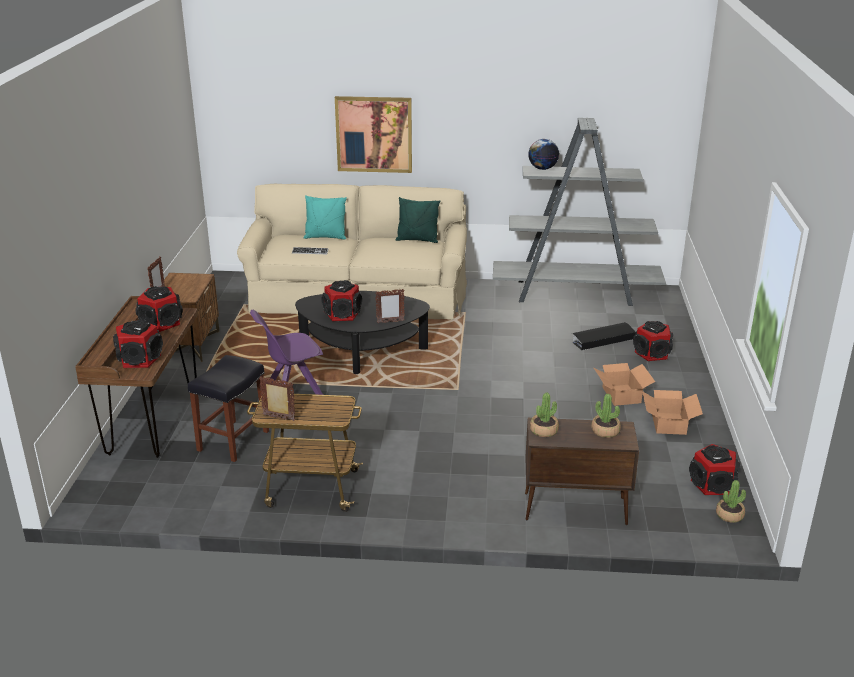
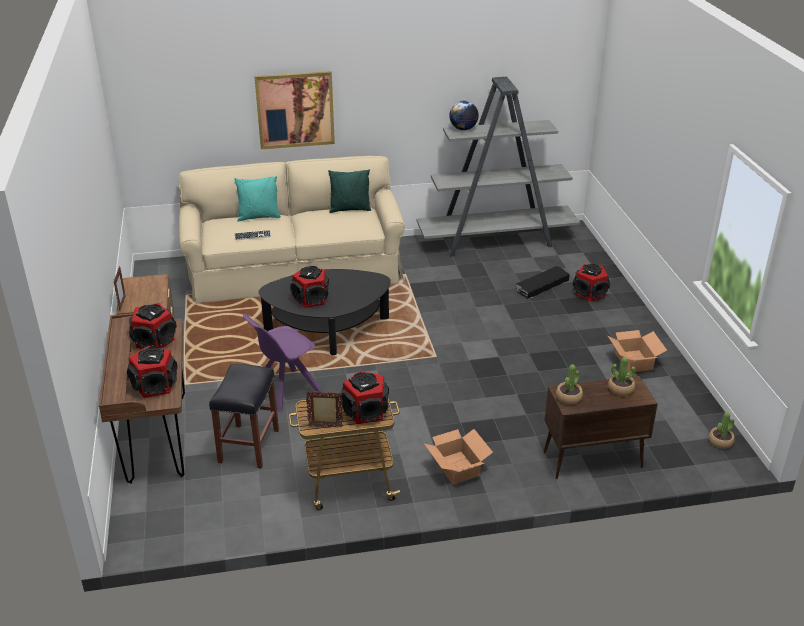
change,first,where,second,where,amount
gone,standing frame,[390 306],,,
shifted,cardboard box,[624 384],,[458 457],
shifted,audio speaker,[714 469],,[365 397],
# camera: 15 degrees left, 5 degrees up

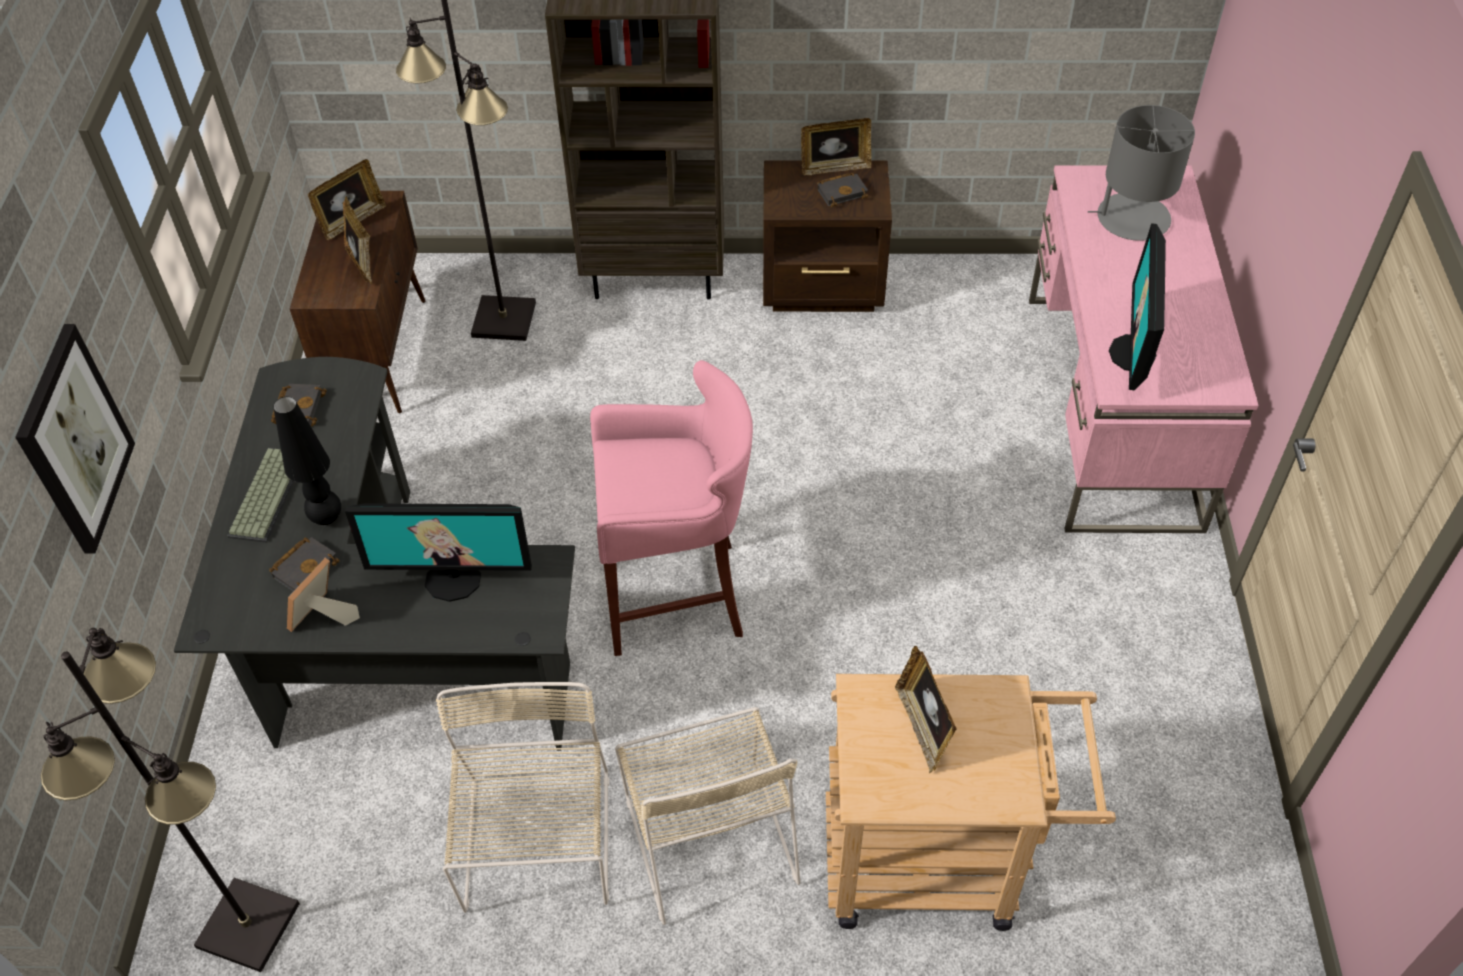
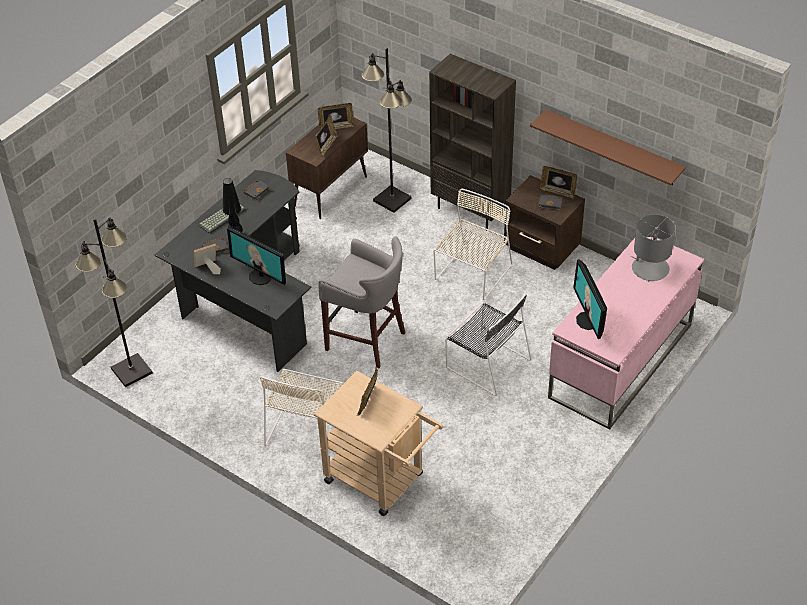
change,first,where,second,where,amount
gone,wall art,[75 439],,,
new,,,plain chair in black,[488 345],
new,,,shelf in brown-coloured,[608 147],
shifted,plain chair in sand-coloured,[522 797],,[472 244],
repainted,stool seat in pink,[671 508],stool seat in gray,[362 303],
rotated,computer display,[1137 307],,[590 299],60 degrees counterclockwise
# camera: 35 degrees right, 5 degrees down

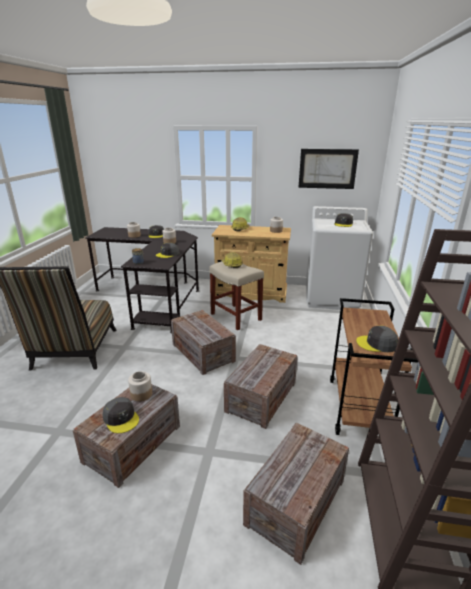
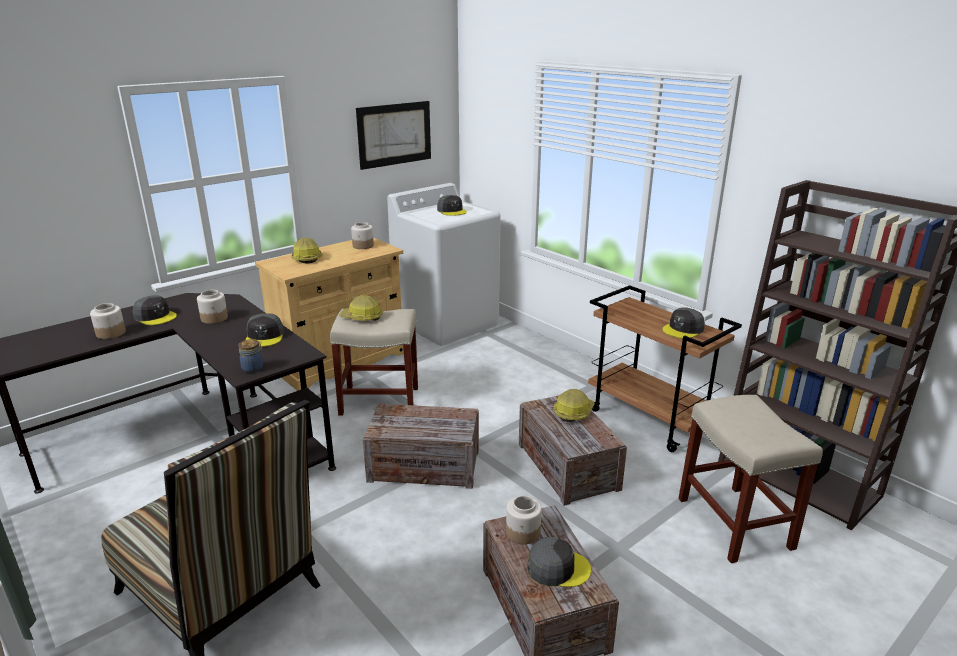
change,first,where,second,where,amount
new,,,hard hat,[574 405],
swapped,shipping crate,[296 493],stool seat in sand-coloured,[750 479],
# camera: 50 degrees left, 0 degrees up

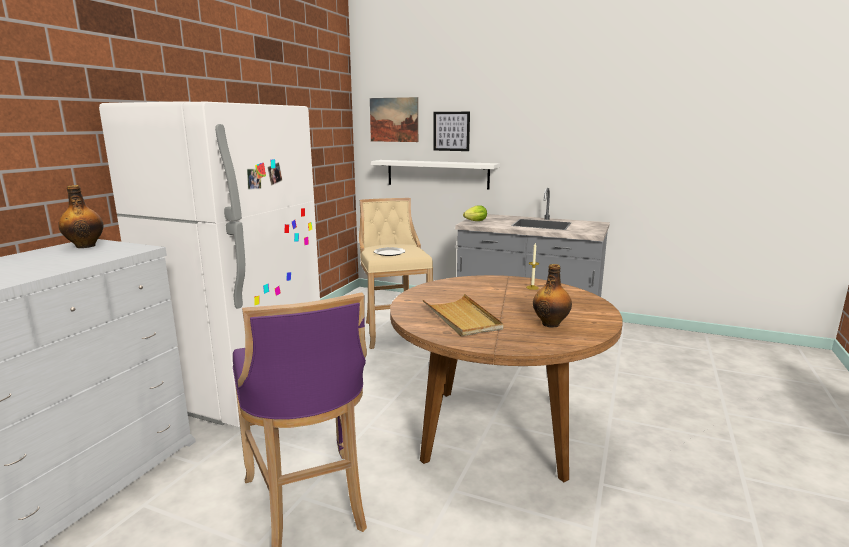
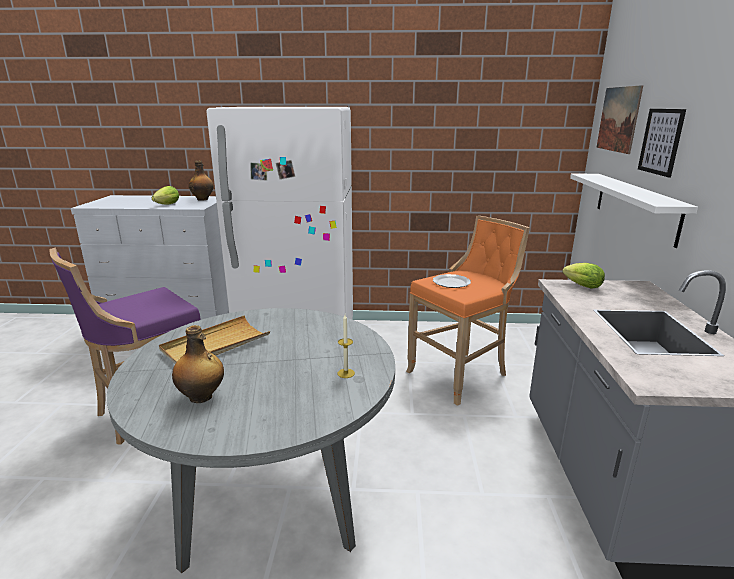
change,first,where,second,where,amount
new,,,head of lettuce,[165 195],
repainted,stool seat in sand-coloured,[396 273],stool seat in orange,[468 311],
repainted,kitchen table in brown-coloured,[506 378],kitchen table in gray,[251 441],
# camera: 70 degrees right, 5 degrees up

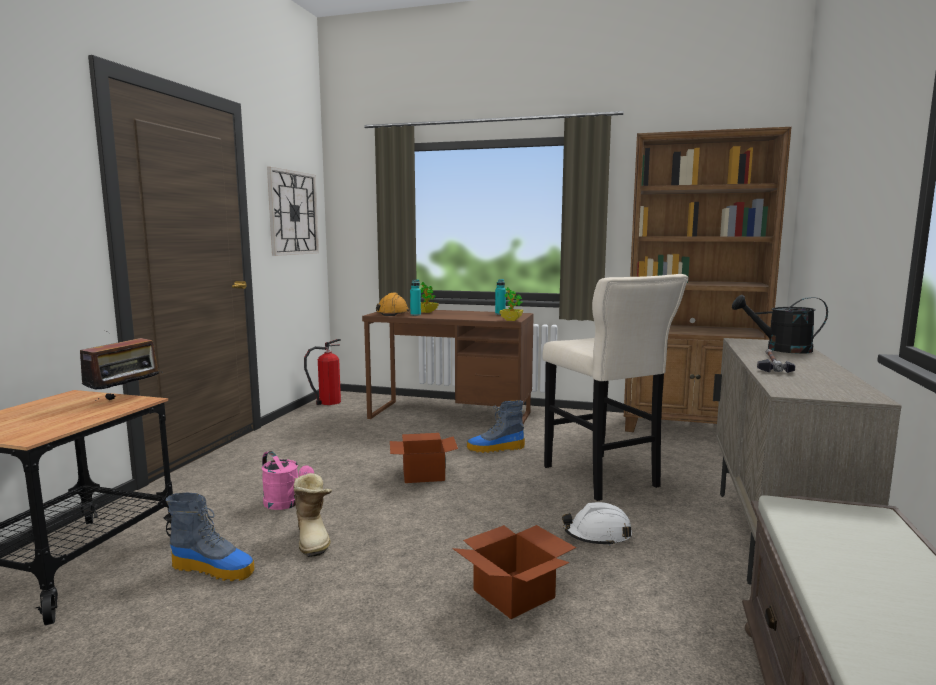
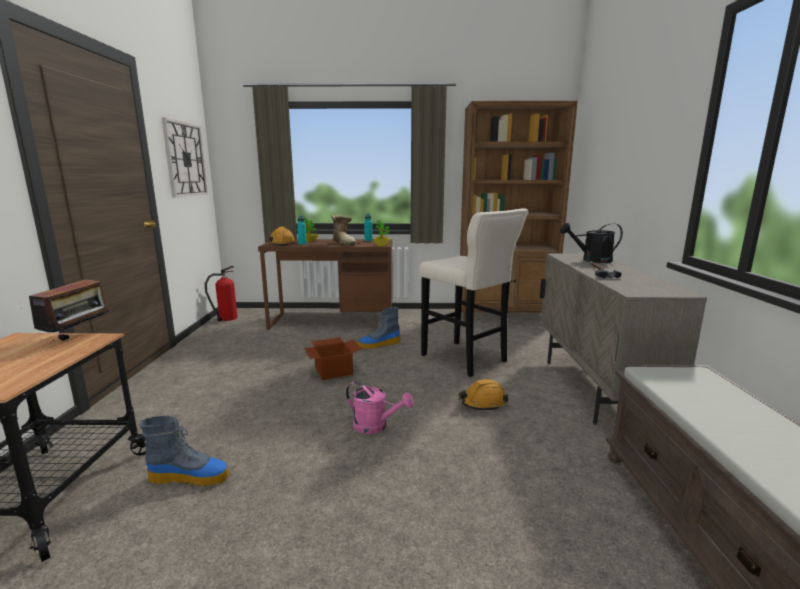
change,first,where,second,where,amount
gone,cardboard box,[514 572],,,
shifted,watering pot in pink,[287 480],,[380 407],
shifted,boot,[313 515],,[343 230],
repainted,hard hat in whitish,[597 524],hard hat in orange,[483 395],
# camera: 15 degrees left, 5 degrees up

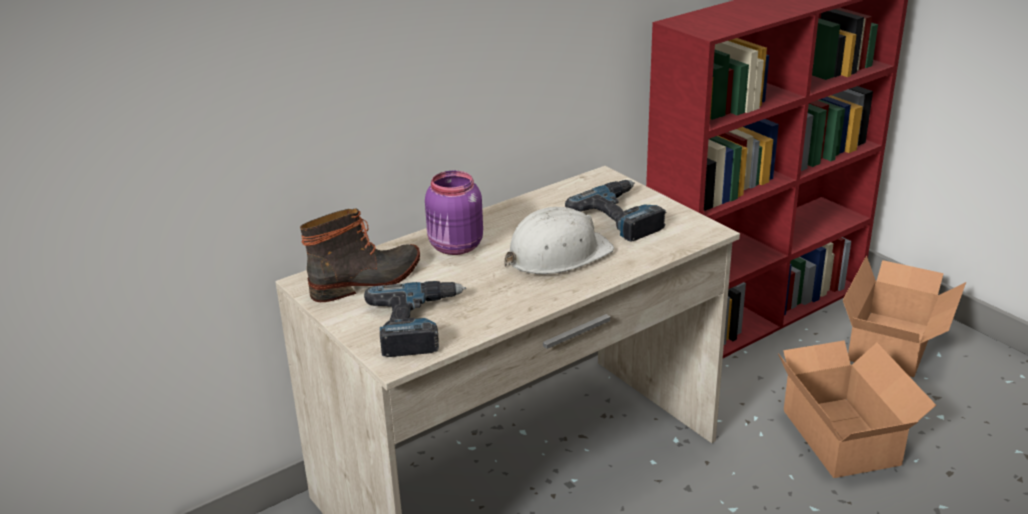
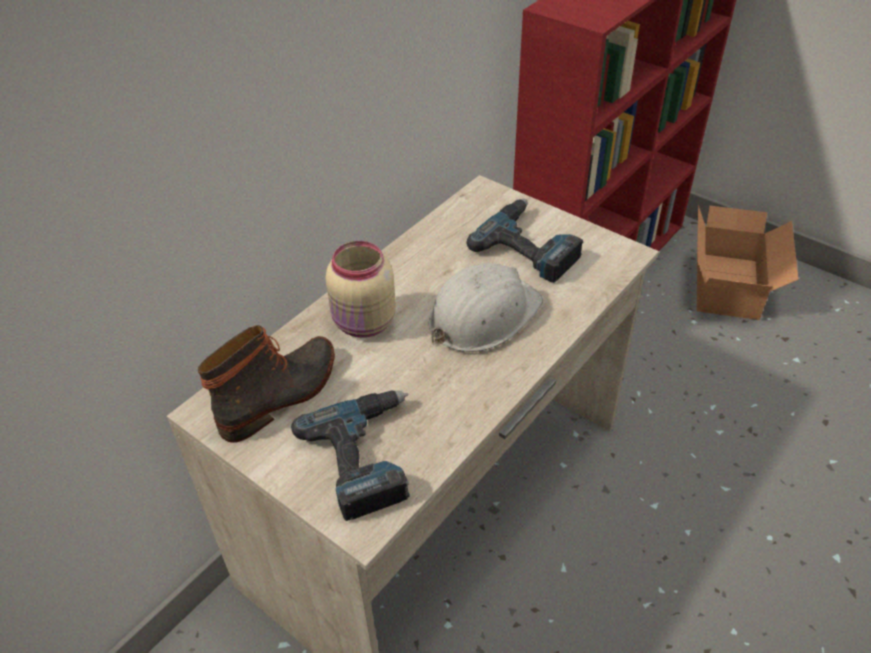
change,first,where,second,where,amount
gone,cardboard box,[857 409],,,
repainted,storage jar in purple,[454 213],storage jar in sand-coloured,[360 289],
# camera: 15 degrees left, 15 degrees up

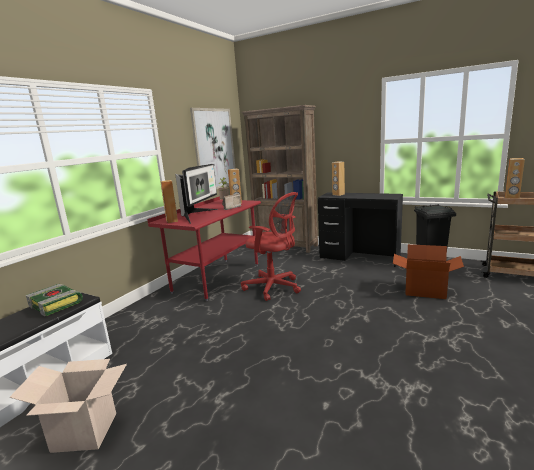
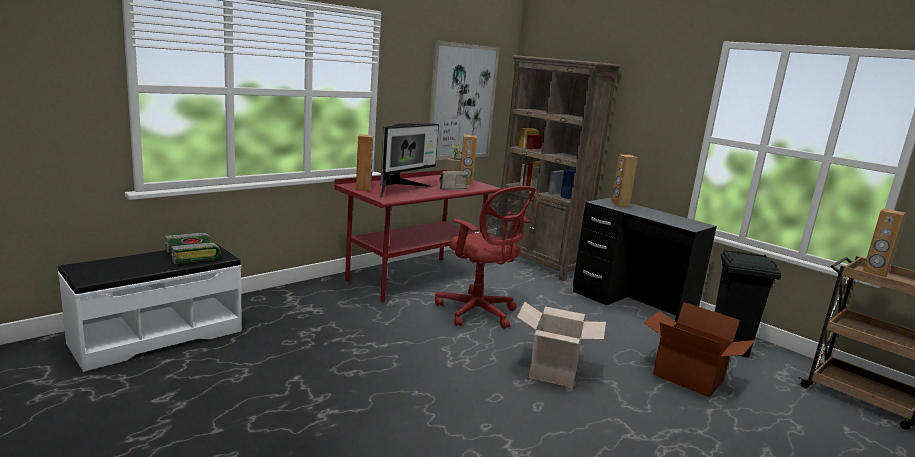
change,first,where,second,where,amount
shifted,cardboard box,[68 406],,[561 345],
# camera: 15 degrees right, 0 degrees up

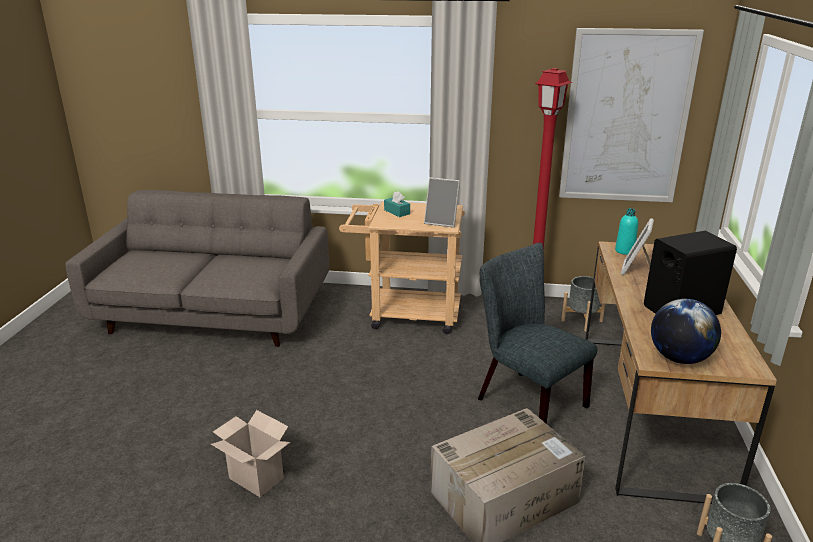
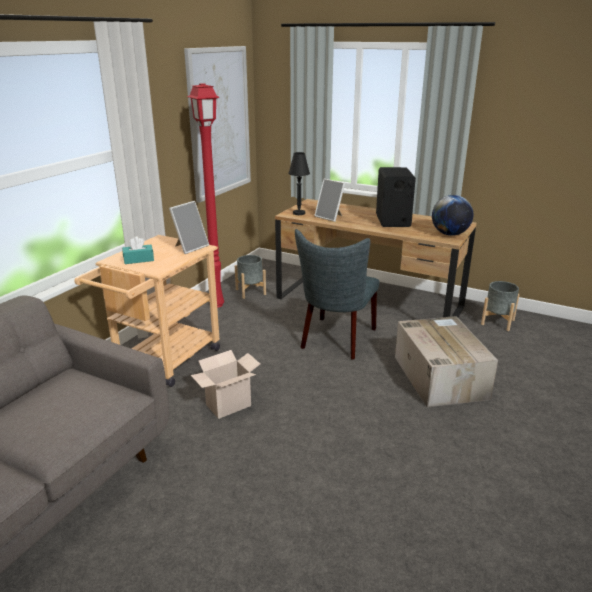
change,first,where,second,where,amount
shifted,cardboard box,[250 453],,[225 384],
swapped,beverage bottle in turquoise,[626 231],tabletop lamp in black,[299 183],
rotated,plain chair in gray,[537 333],,[337 294],45 degrees counterclockwise
# camera: 70 degrees left, 0 degrees up

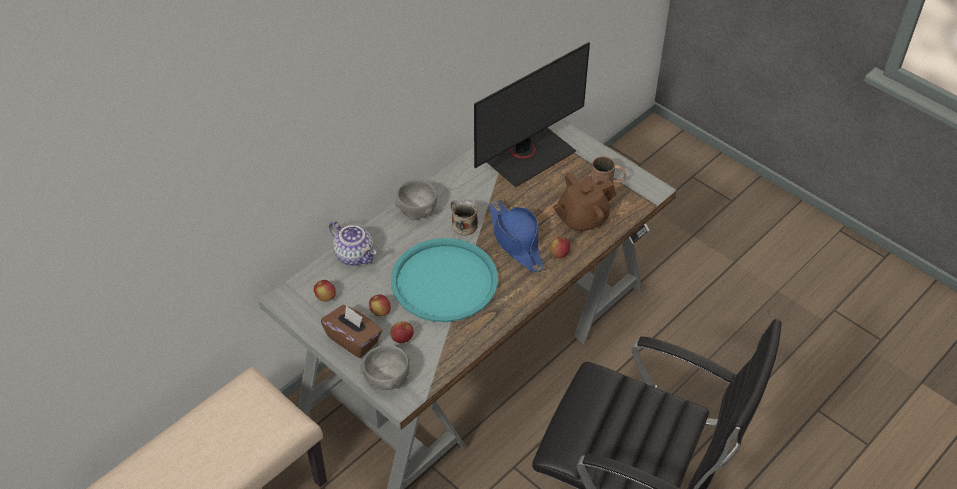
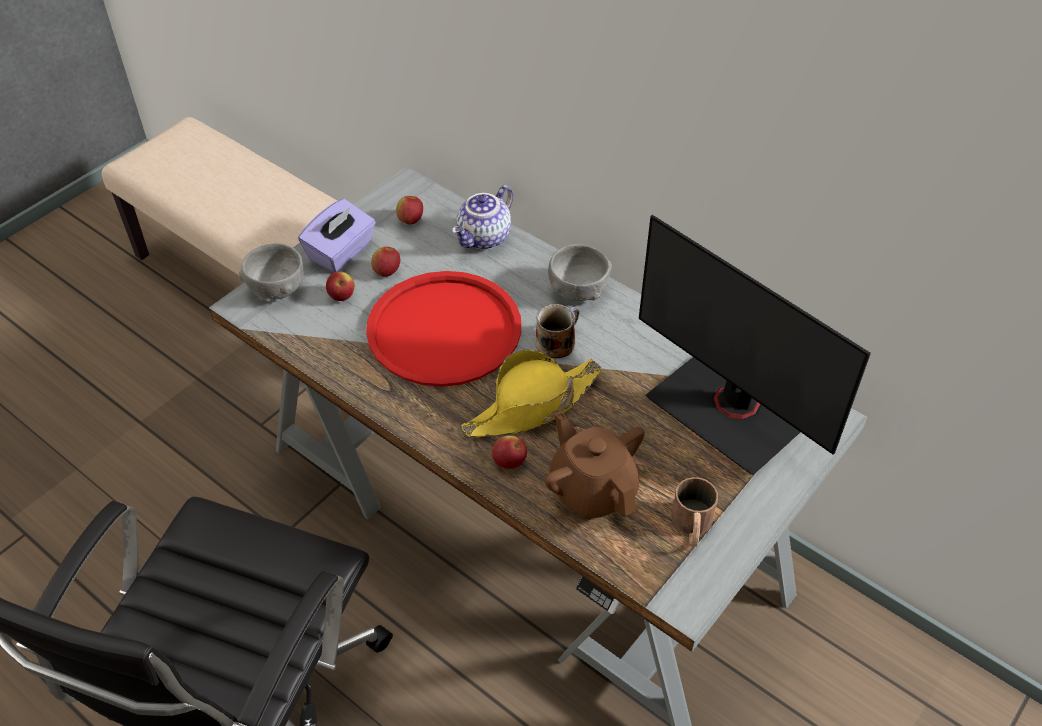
change,first,where,second,where,amount
repainted,tissue box in brown-coloured,[351 331],tissue box in purple,[337 235],
repainted,tray in turquoise,[444 280],tray in red,[443 329],
repainted,clothing hat in blue-coloured,[516 236],clothing hat in yellowish,[531 393],
# camera: 85 degrees right, 0 degrees up

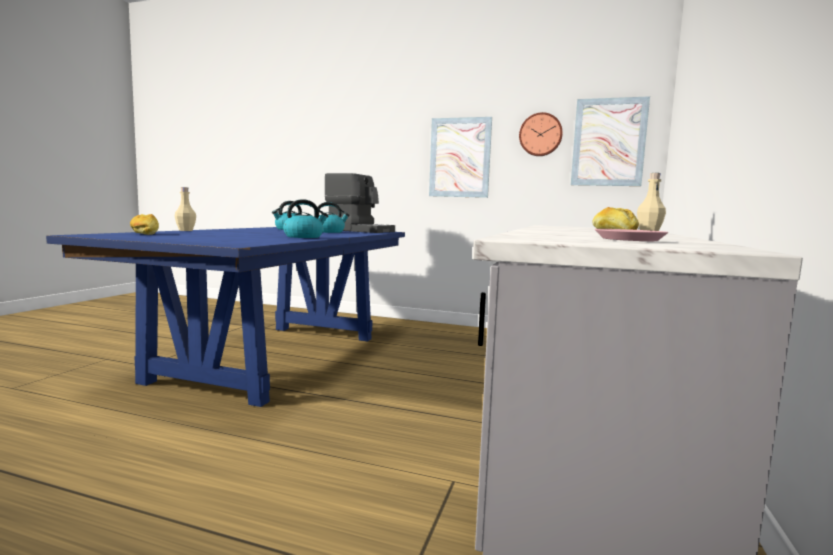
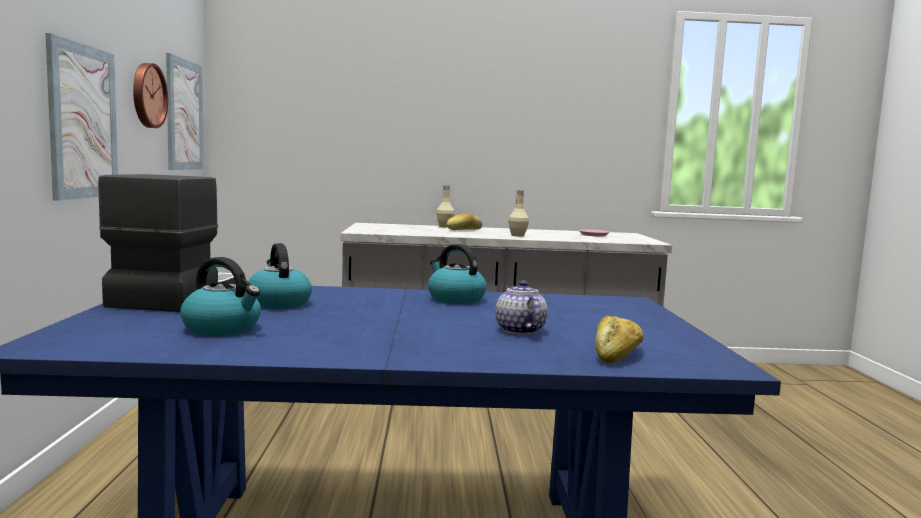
change,first,where,second,where,amount
new,,,teapot,[521 307],
shifted,beverage bottle in sand-coloured,[185 209],,[518 213],
# camera: 110 degrees left, 0 degrees up

